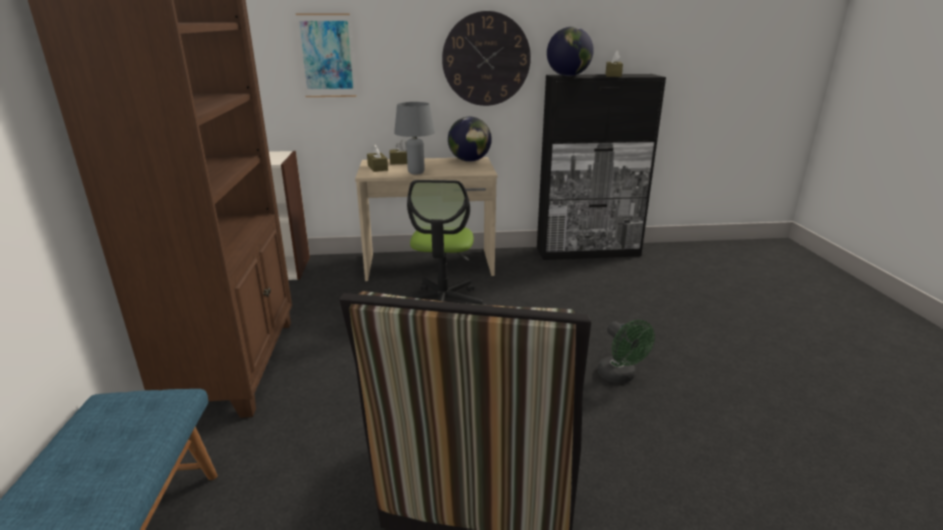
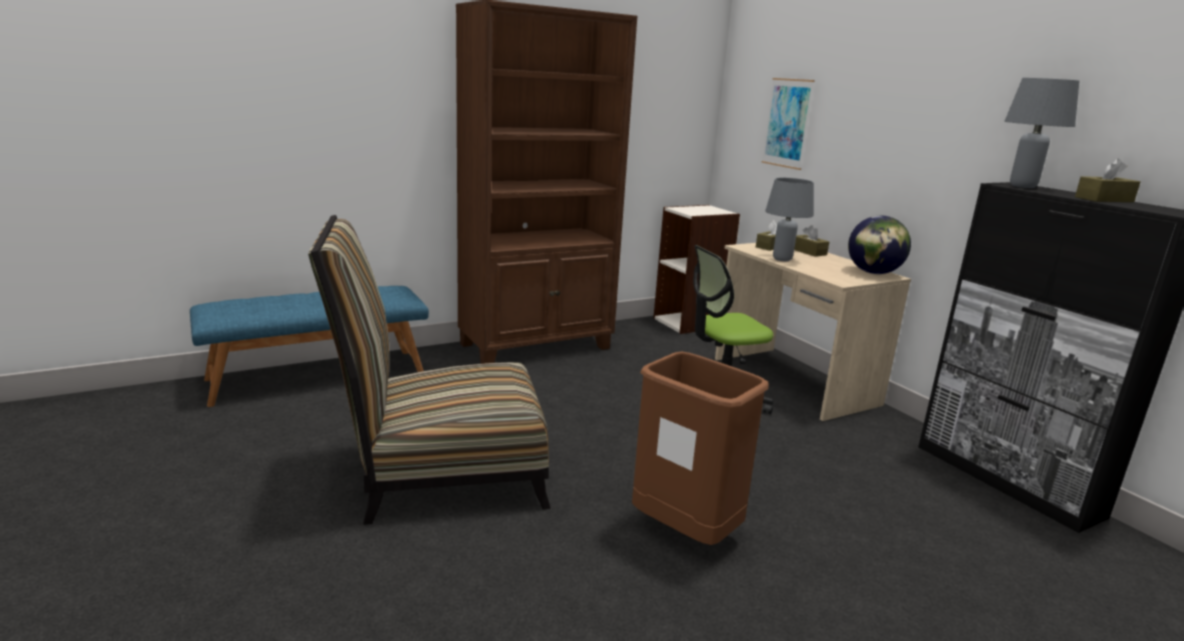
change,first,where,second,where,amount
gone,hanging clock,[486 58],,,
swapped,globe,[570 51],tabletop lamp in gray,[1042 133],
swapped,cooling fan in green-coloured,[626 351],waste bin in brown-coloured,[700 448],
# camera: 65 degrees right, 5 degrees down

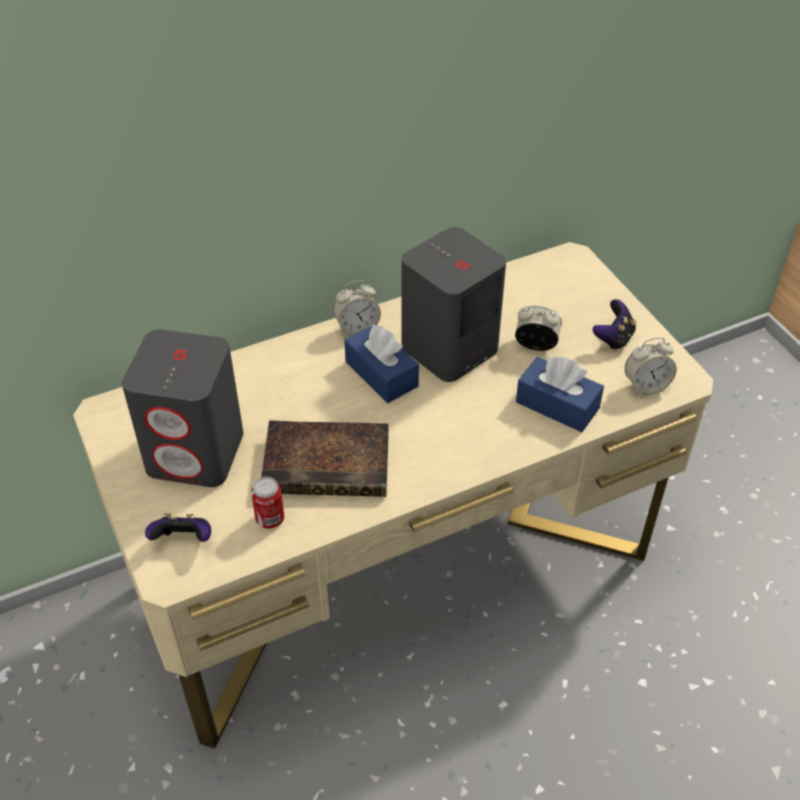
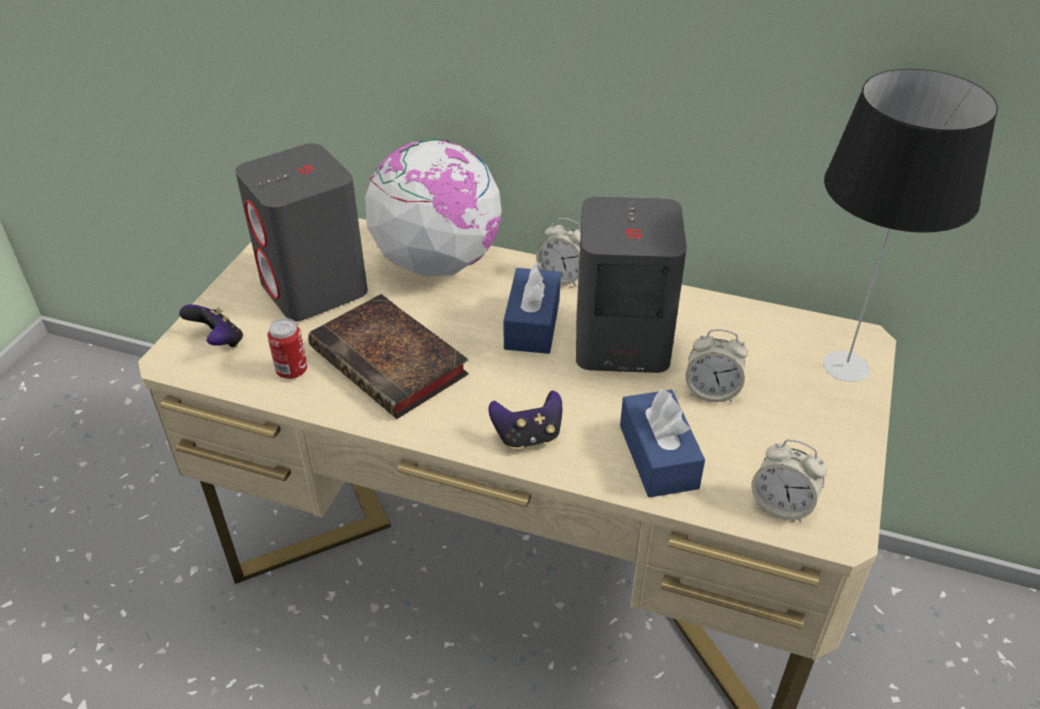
change,first,where,second,where,amount
new,,,globe,[433 207],
new,,,tabletop lamp,[910 225],
shifted,gamepad,[614 325],,[525 419],
rotated,bedside clock,[538 328],,[716 365],135 degrees clockwise
# camera: 45 degrees right, 5 degrees down

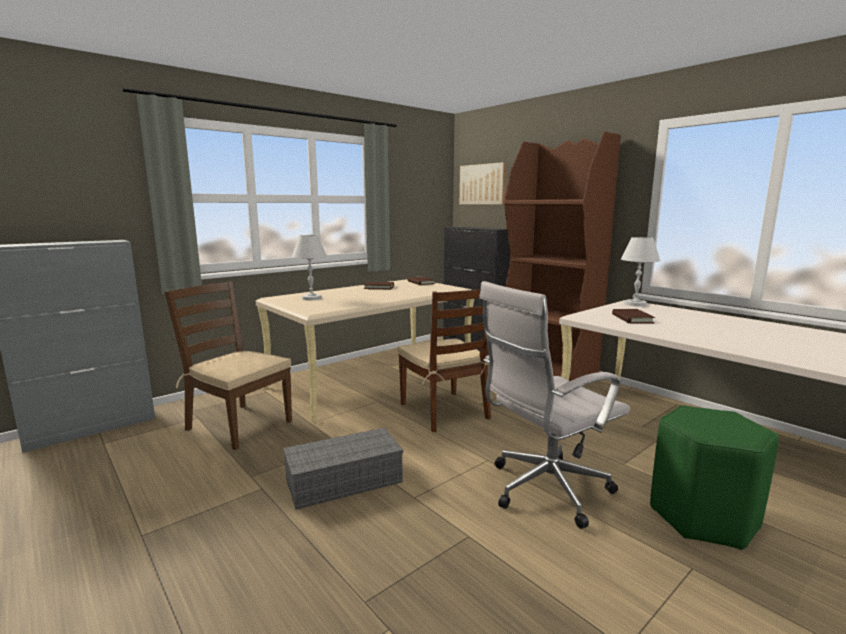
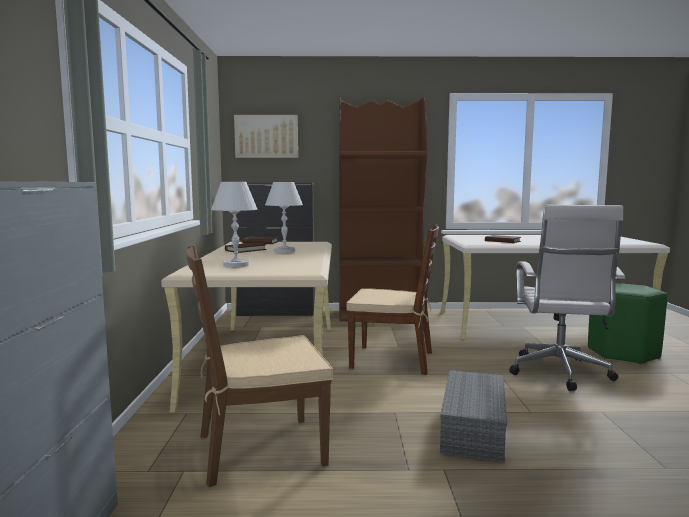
change,first,where,second,where,amount
shifted,tabletop lamp in whitish,[640 272],,[284 217],
# camera: 50 degrees left, 5 degrees down

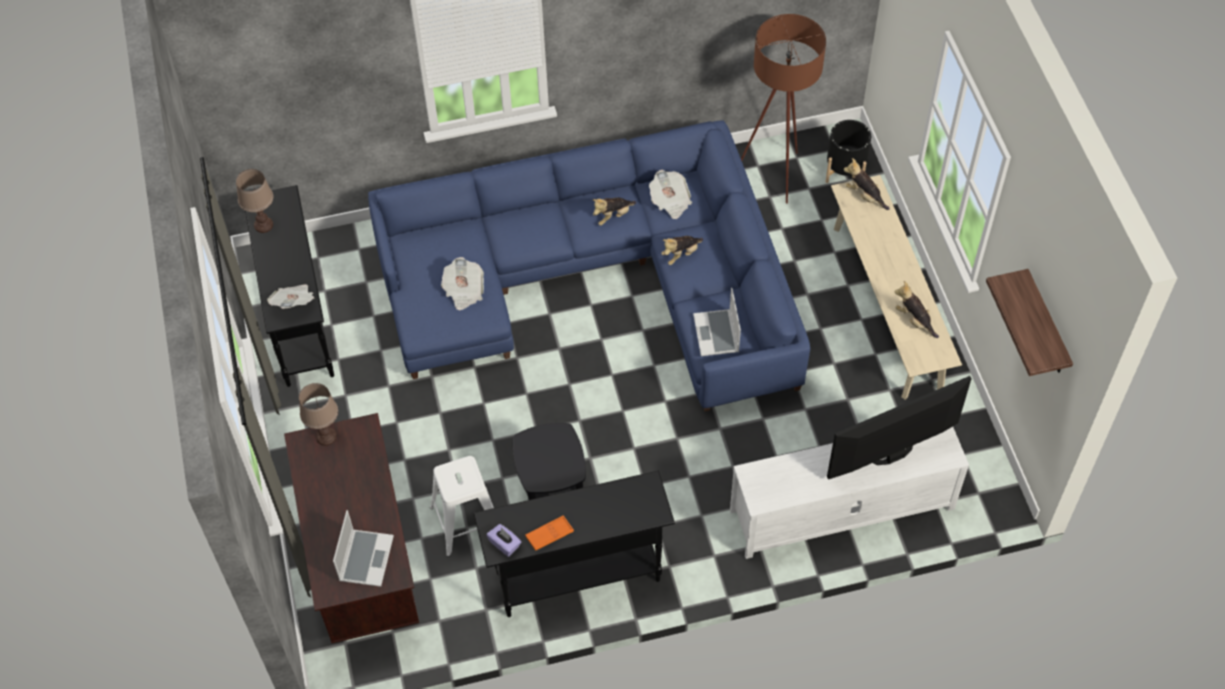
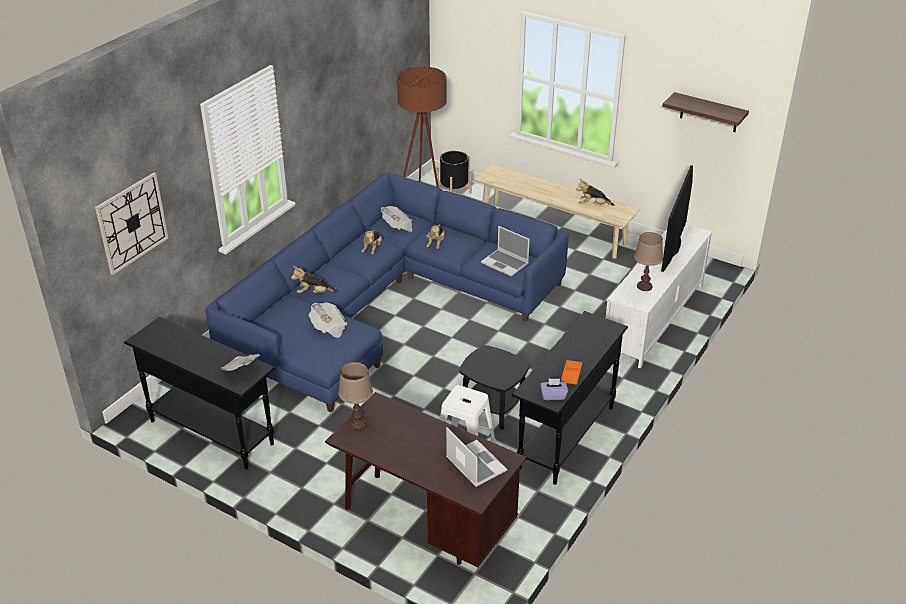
change,first,where,second,where,amount
new,,,hanging clock,[131 223],
shifted,tabletop lamp in brown-coloured,[254 201],,[648 261],
shifted,plush toy,[866 184],,[314 279],
# camera: 45 degrees left, 20 degrees down

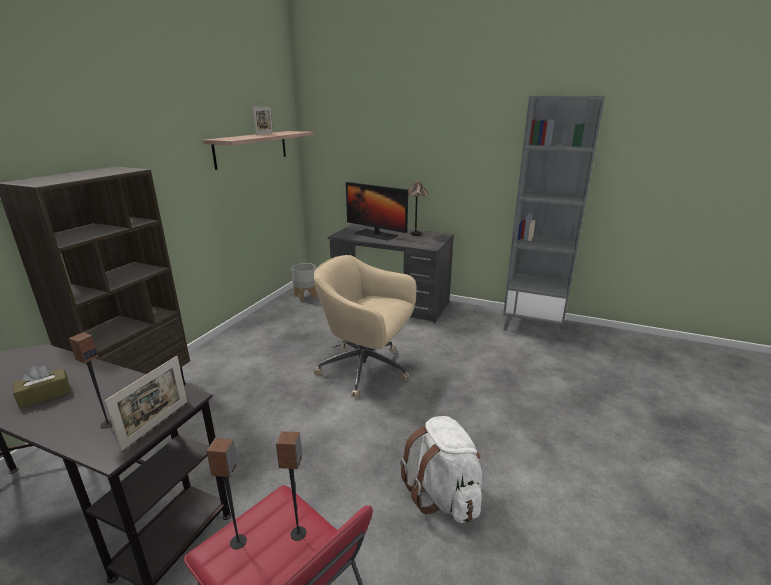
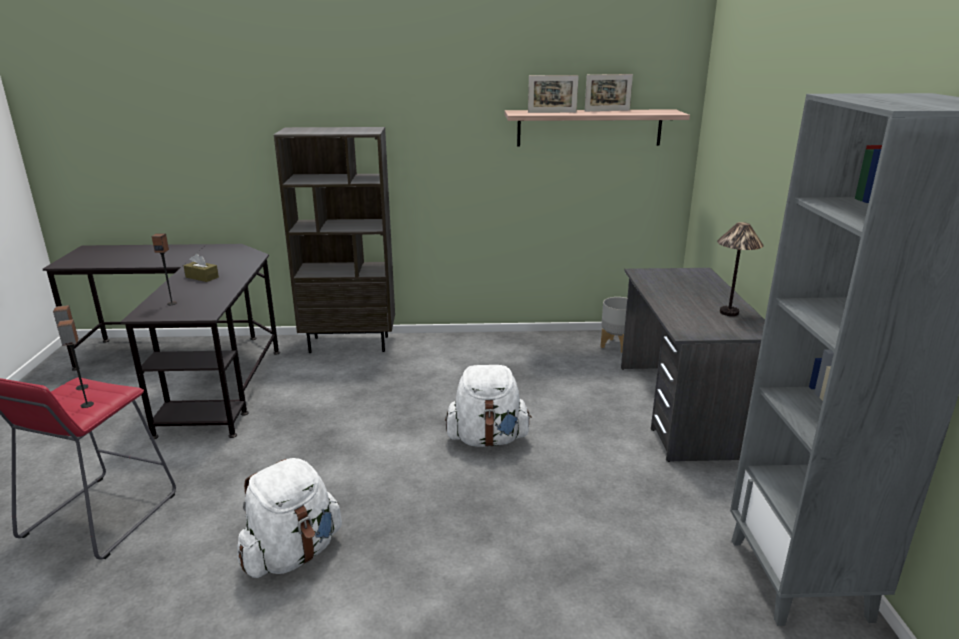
change,first,where,second,where,amount
gone,computer display,[377 211],,,
shifted,standing frame,[146 403],,[553 94],
swapped,desk chair in sand-coloured,[365 326],knapsack in whitish,[488 406],
# camera: 65 degrees right, 0 degrees up

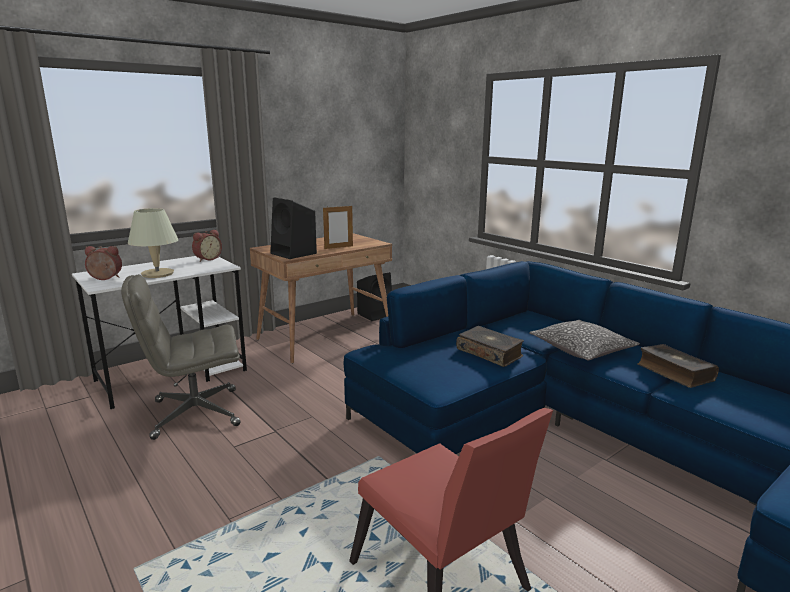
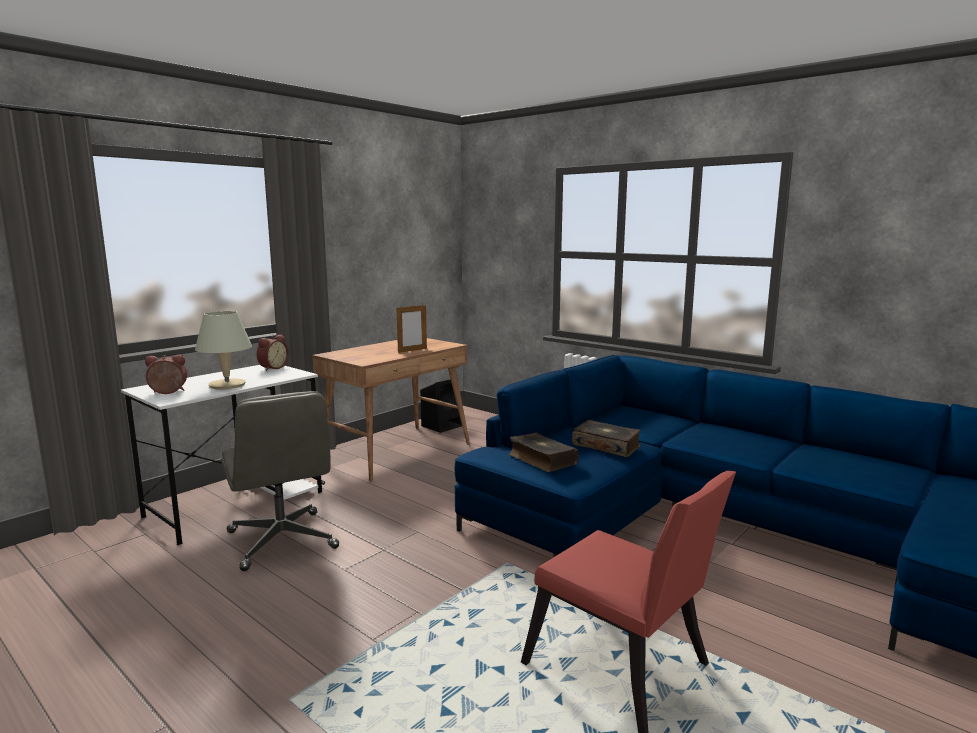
change,first,where,second,where,amount
gone,audio speaker in black,[293 228],,,
gone,throw pillow,[585 340],,,
shifted,volume,[678 366],,[544 452],
rotated,desk chair in gray,[180 357],,[280 481],90 degrees counterclockwise
# camera: 10 degrees left, 5 degrees down

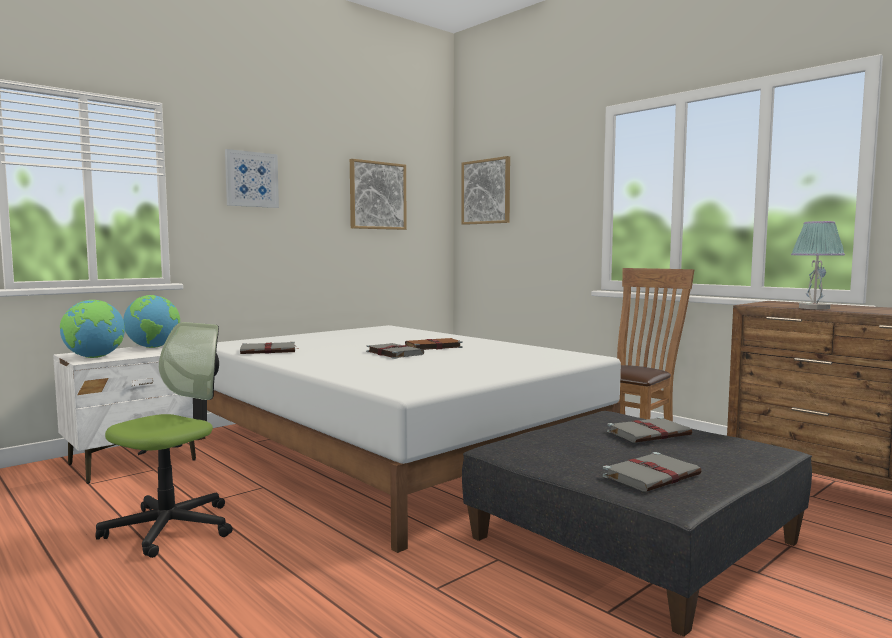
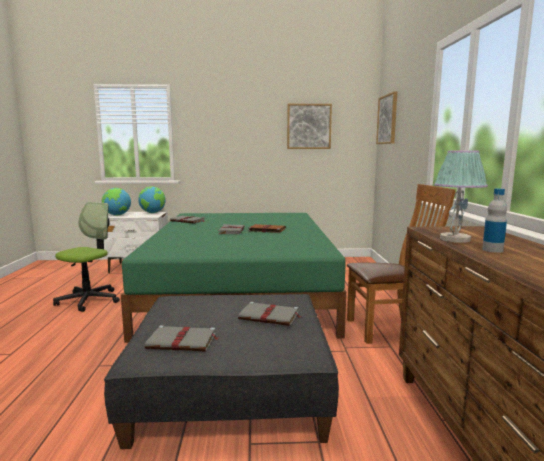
change,first,where,second,where,amount
gone,wall art,[252 178],,,
new,,,beverage bottle,[494 220],
repainted,sleeping bed in whitish,[409 439],sleeping bed in green-coloured,[233 278],
rotated,desk chair,[164 440],,[86 257],45 degrees counterclockwise
# camera: 40 degrees right, 5 degrees up

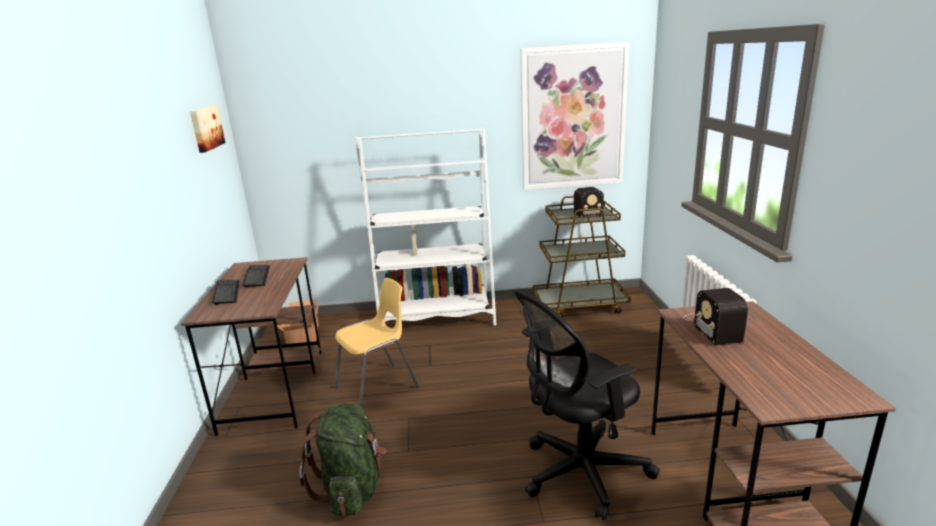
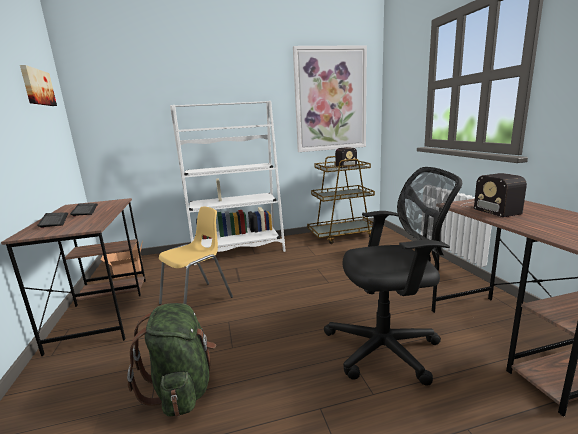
change,first,where,second,where,amount
rotated,desk chair in black,[587 406],,[393 276],150 degrees counterclockwise
# camera: 10 degrees left, 5 degrees down

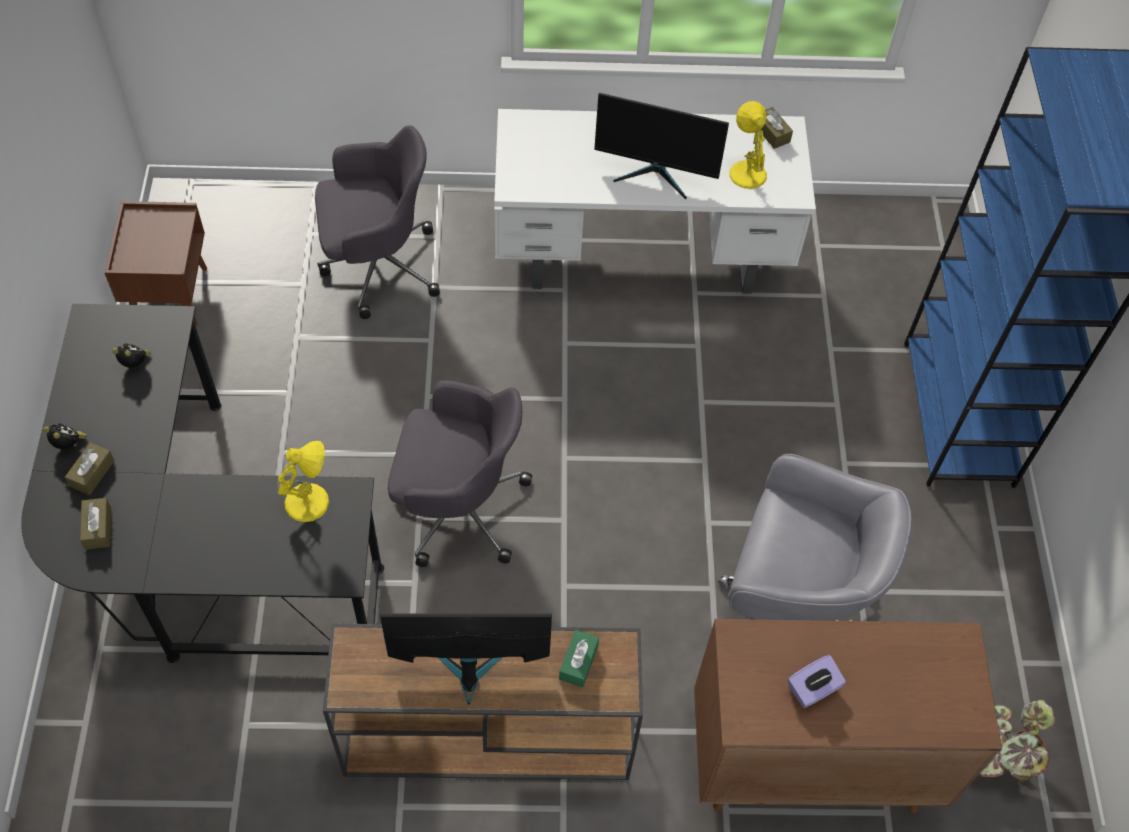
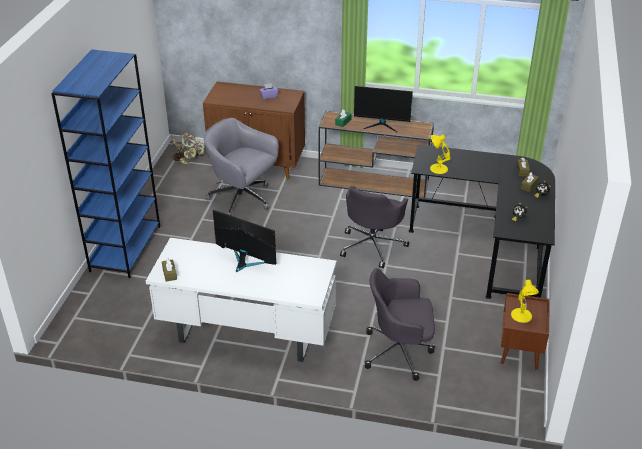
change,first,where,second,where,amount
shifted,tabletop lamp in yellowish,[748 145],,[525 301],
rotated,desk chair in gray,[460 473],,[374 227],90 degrees counterclockwise
# camera: 165 degrees left, 20 degrees down

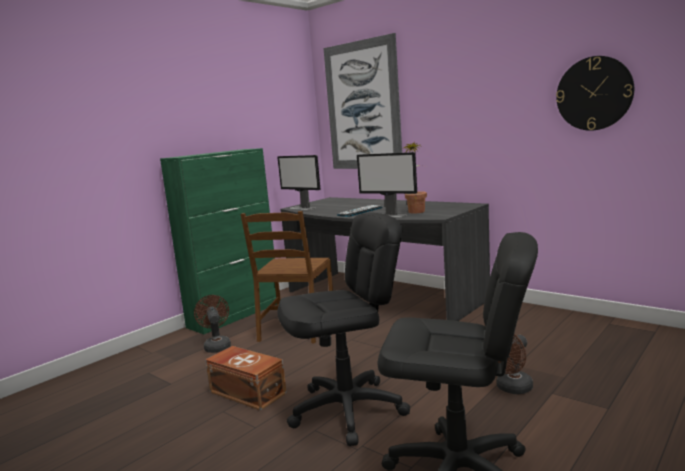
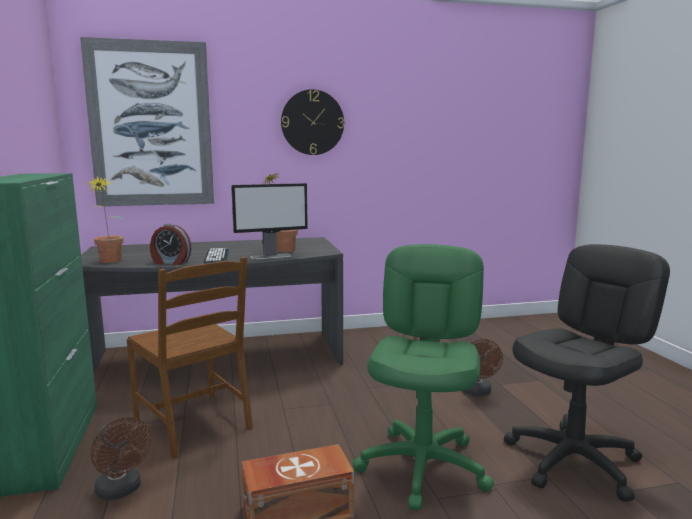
change,first,where,second,where,amount
new,,,bedside clock,[170 244],
shifted,hanging clock,[595 93],,[312 122],
swapped,computer display,[298 182],potted plant,[104 219],
repainted,desk chair in black,[343 329],desk chair in green-coloured,[423 377],
rotated,cooling fan in brown-coloured,[212 324],,[121 458],150 degrees counterclockwise
# camera: 55 degrees left, 0 degrees up

